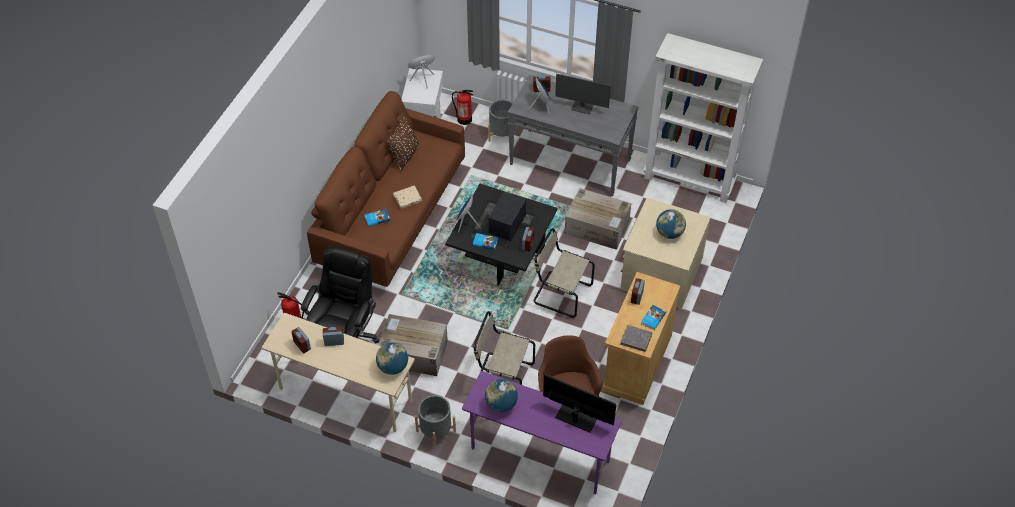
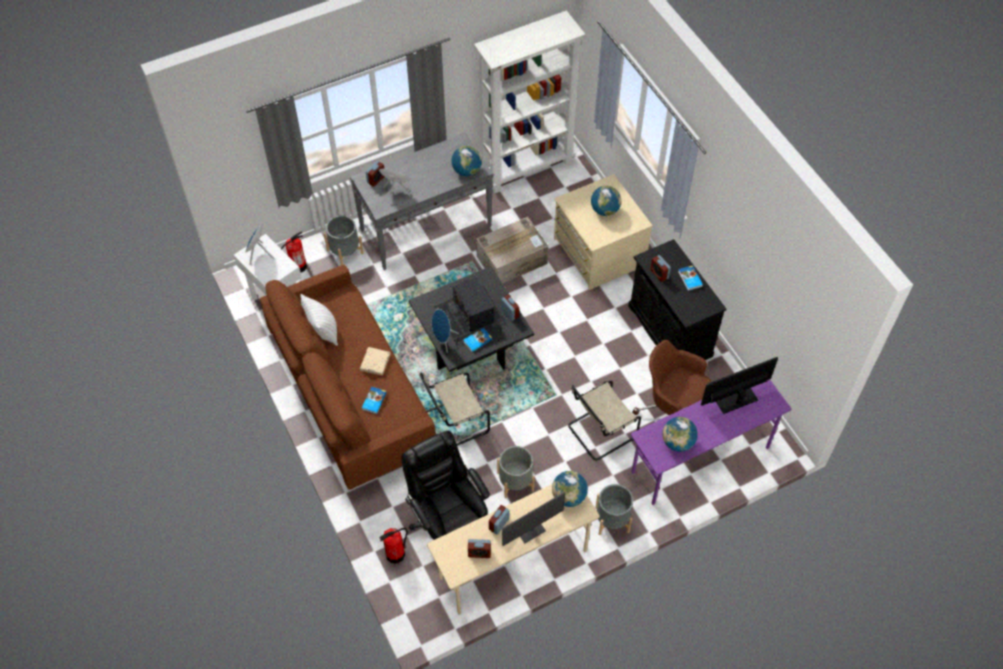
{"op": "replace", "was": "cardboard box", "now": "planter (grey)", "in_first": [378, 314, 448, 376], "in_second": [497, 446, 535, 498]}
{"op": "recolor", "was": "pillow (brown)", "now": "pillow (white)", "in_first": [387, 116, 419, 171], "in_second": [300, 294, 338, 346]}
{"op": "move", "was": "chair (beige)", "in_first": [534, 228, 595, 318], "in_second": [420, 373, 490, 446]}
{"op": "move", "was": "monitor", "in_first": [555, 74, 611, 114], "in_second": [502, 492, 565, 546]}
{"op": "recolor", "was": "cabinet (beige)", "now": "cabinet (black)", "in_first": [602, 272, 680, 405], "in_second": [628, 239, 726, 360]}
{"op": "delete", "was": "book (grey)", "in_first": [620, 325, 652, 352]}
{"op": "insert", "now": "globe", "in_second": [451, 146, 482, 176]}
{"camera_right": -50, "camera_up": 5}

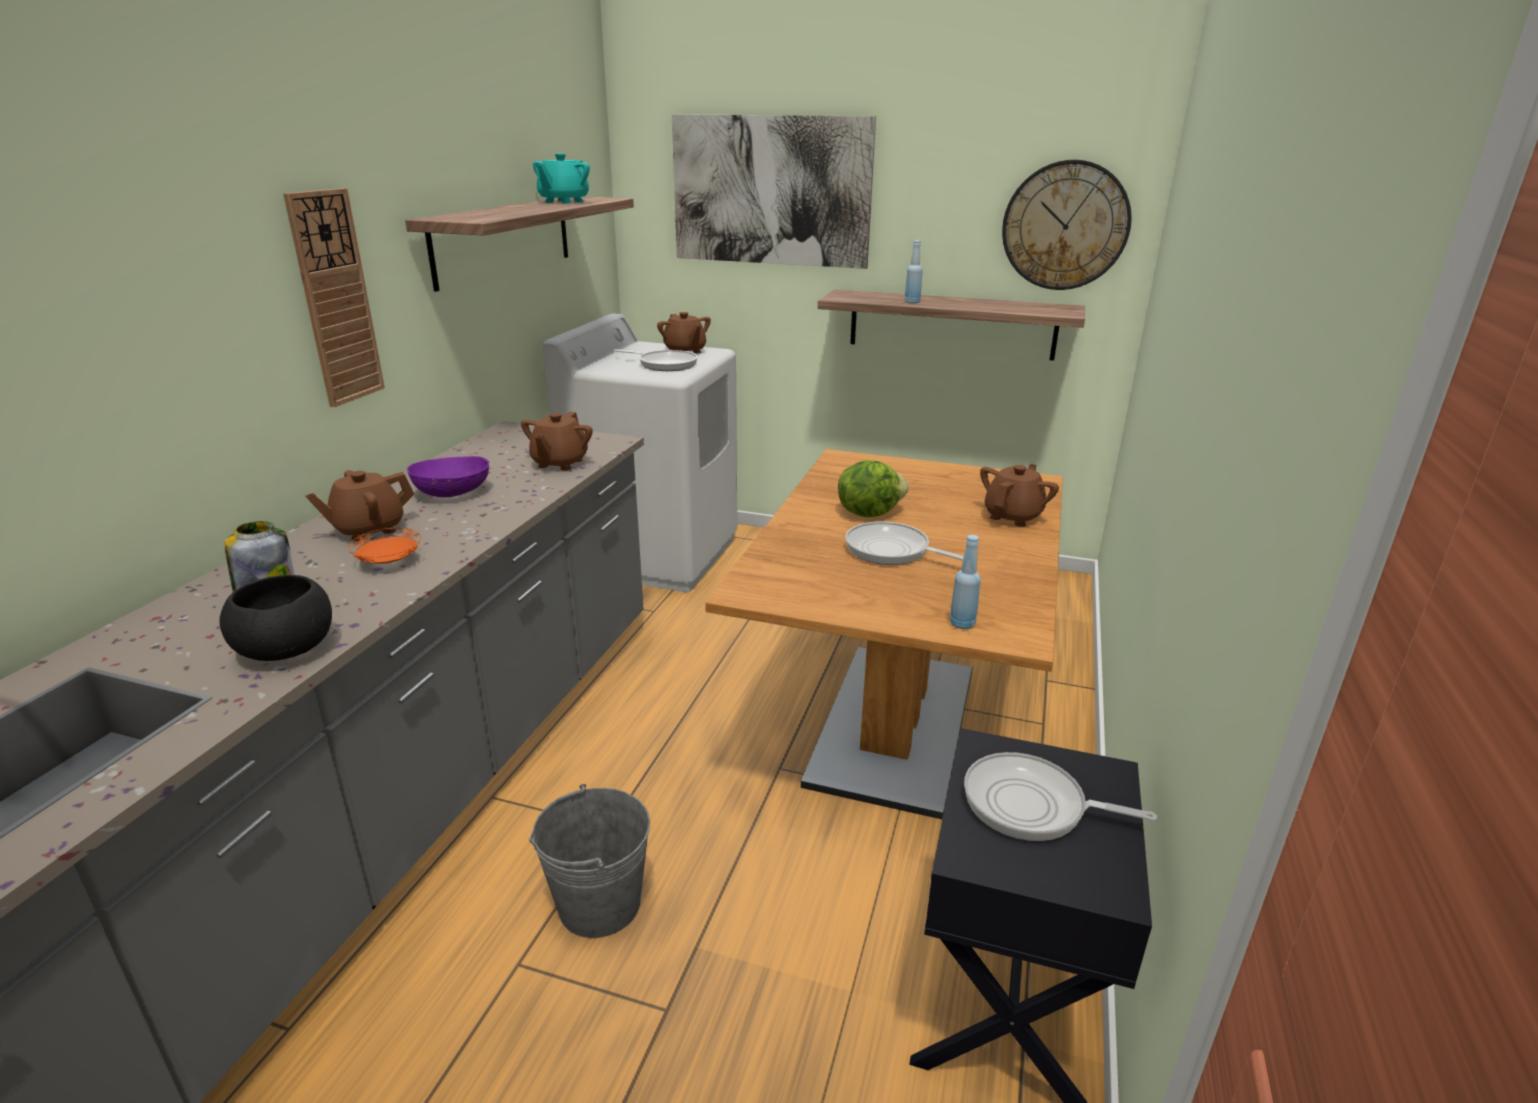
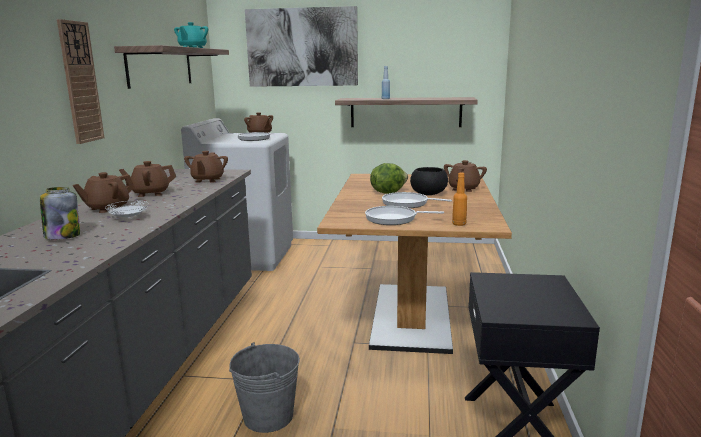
{"op": "move", "was": "bowl (black)", "in_first": [219, 575, 332, 661], "in_second": [410, 167, 448, 195]}
{"op": "recolor", "was": "plate (orange)", "now": "plate (white)", "in_first": [348, 528, 421, 564], "in_second": [105, 200, 148, 218]}
{"op": "replace", "was": "bowl (purple)", "now": "teapot (brown)", "in_first": [407, 456, 489, 497], "in_second": [119, 161, 176, 197]}
{"op": "recolor", "was": "bottle (blue)", "now": "bottle (orange)", "in_first": [950, 535, 981, 629], "in_second": [452, 173, 467, 226]}
{"op": "move", "was": "frying pan", "in_first": [964, 752, 1157, 841], "in_second": [365, 206, 444, 225]}
{"op": "delete", "was": "wall clock", "in_first": [1002, 160, 1132, 290]}
{"camera_right": -10, "camera_up": -10}

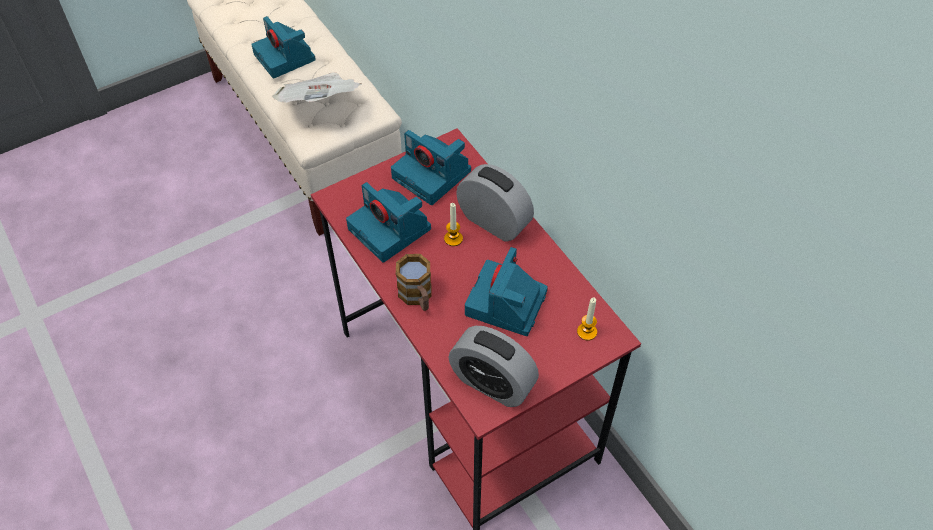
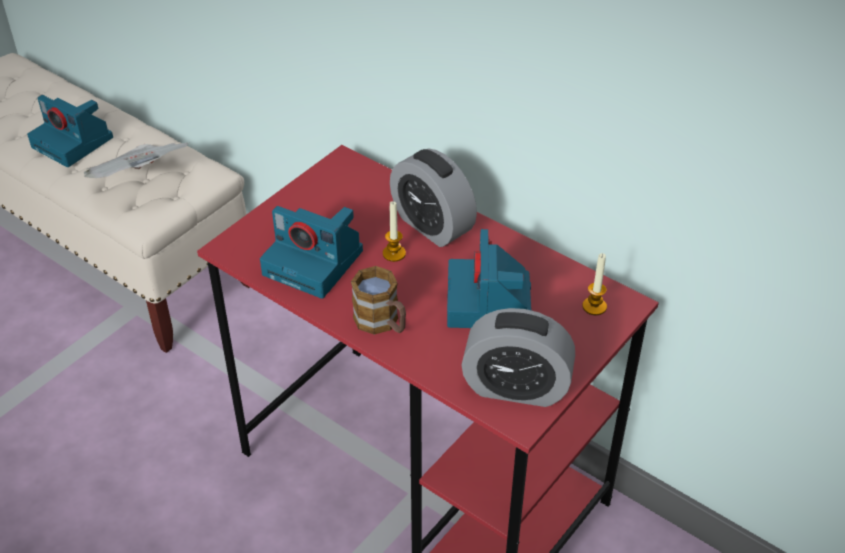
{"op": "delete", "was": "photo camera", "in_first": [391, 130, 471, 205]}
{"op": "rotate", "was": "alarm clock", "in_first": [456, 164, 534, 241], "in_second": [390, 148, 477, 247], "clockwise": -150}
{"camera_right": -20, "camera_up": -10}

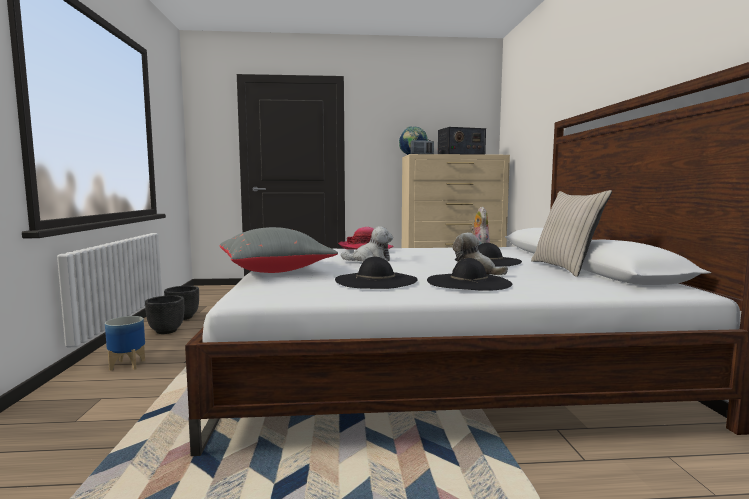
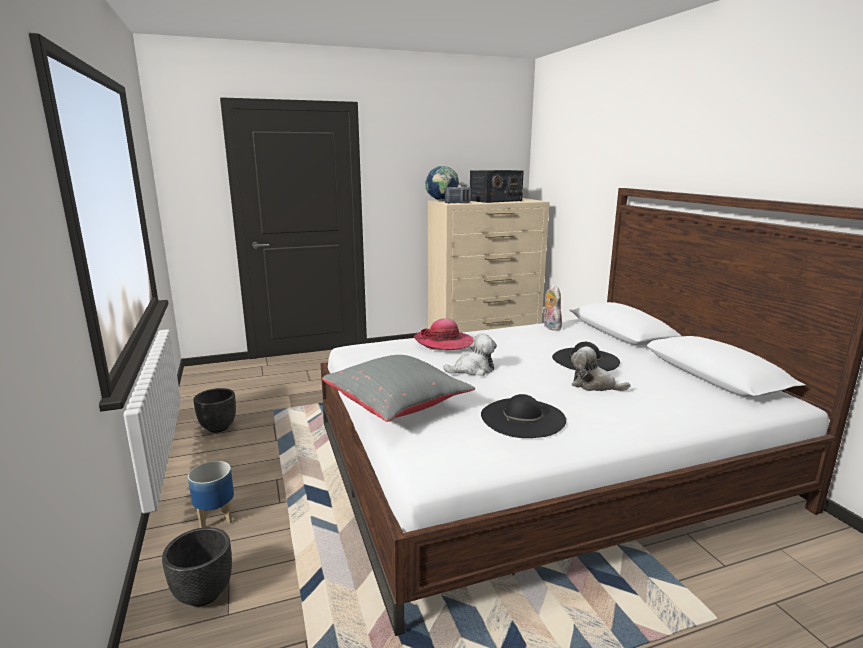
{"op": "move", "was": "planter (black)", "in_first": [145, 295, 184, 334], "in_second": [162, 527, 232, 607]}
{"op": "delete", "was": "hat (black)", "in_first": [427, 258, 512, 291]}
{"op": "delete", "was": "pillow (beige)", "in_first": [531, 190, 612, 277]}
{"camera_right": -15, "camera_up": 10}

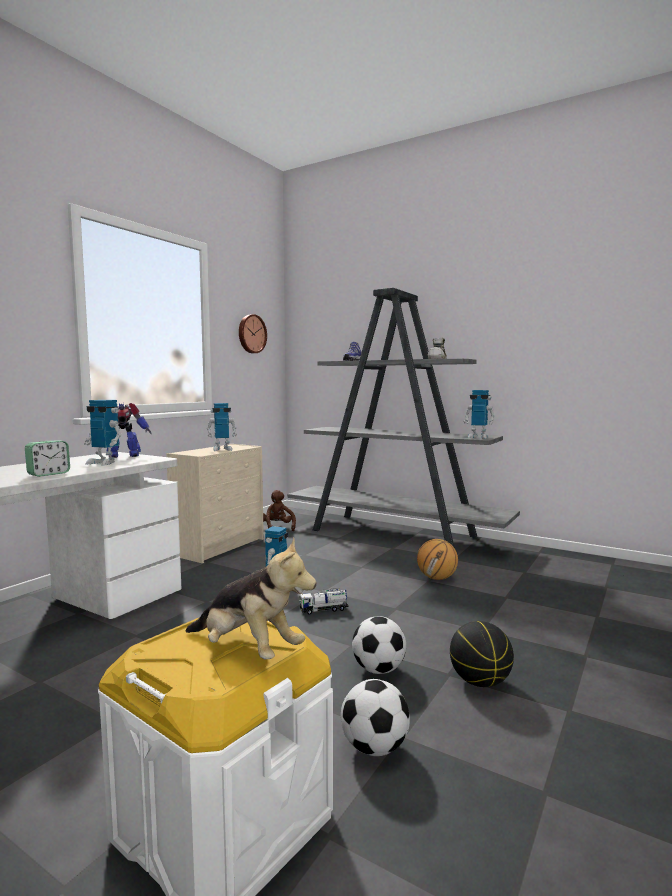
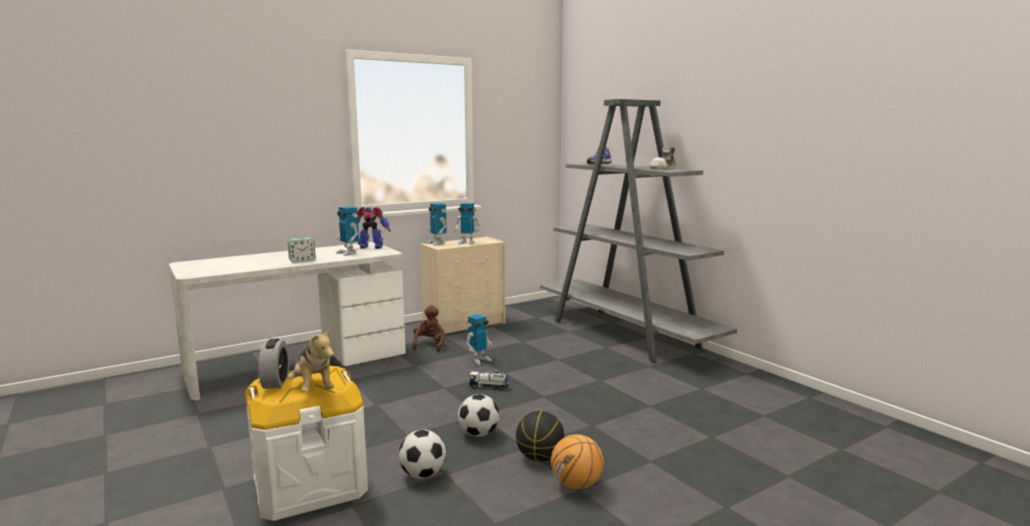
{"op": "delete", "was": "wall clock", "in_first": [239, 314, 267, 353]}
{"op": "move", "was": "plush toy (brown)", "in_first": [263, 490, 296, 531], "in_second": [413, 305, 445, 352]}
{"op": "move", "was": "basketball", "in_first": [417, 539, 458, 580], "in_second": [551, 434, 604, 490]}
{"op": "move", "was": "toy robot", "in_first": [464, 390, 495, 439], "in_second": [426, 203, 447, 246]}
{"op": "insert", "now": "alarm clock", "in_second": [259, 338, 289, 389]}
{"camera_right": 25, "camera_up": 5}

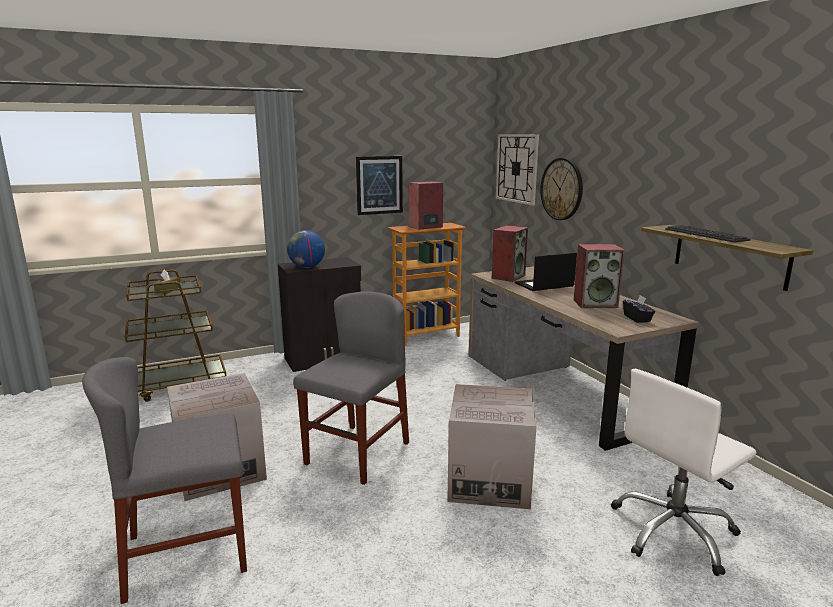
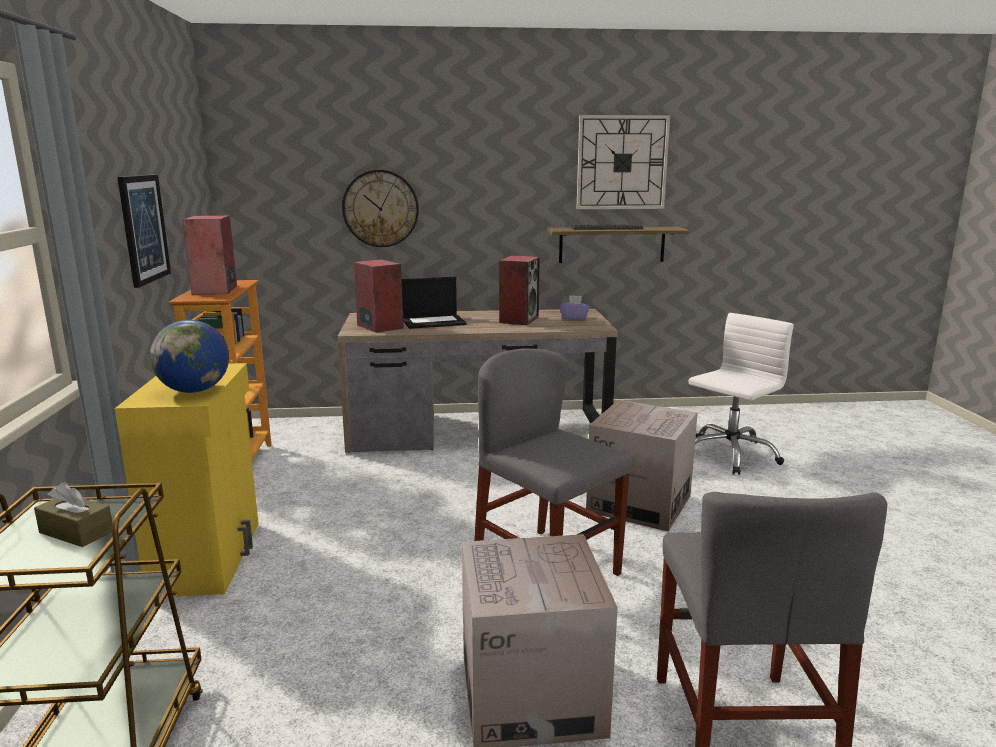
{"op": "recolor", "was": "cabinet (black)", "now": "cabinet (yellow)", "in_first": [278, 257, 361, 372], "in_second": [115, 363, 259, 597]}
{"op": "move", "was": "wall clock", "in_first": [496, 134, 539, 206], "in_second": [576, 115, 670, 209]}
{"op": "rotate", "was": "laptop", "in_first": [515, 252, 577, 291], "in_second": [402, 277, 467, 329], "clockwise": -105}
{"op": "rotate", "was": "office chair (white)", "in_first": [611, 369, 756, 576], "in_second": [689, 313, 794, 475], "clockwise": -120}
{"op": "recolor", "was": "tissue box (black)", "now": "tissue box (purple)", "in_first": [623, 295, 655, 323], "in_second": [560, 295, 590, 320]}
{"camera_right": -70, "camera_up": 0}

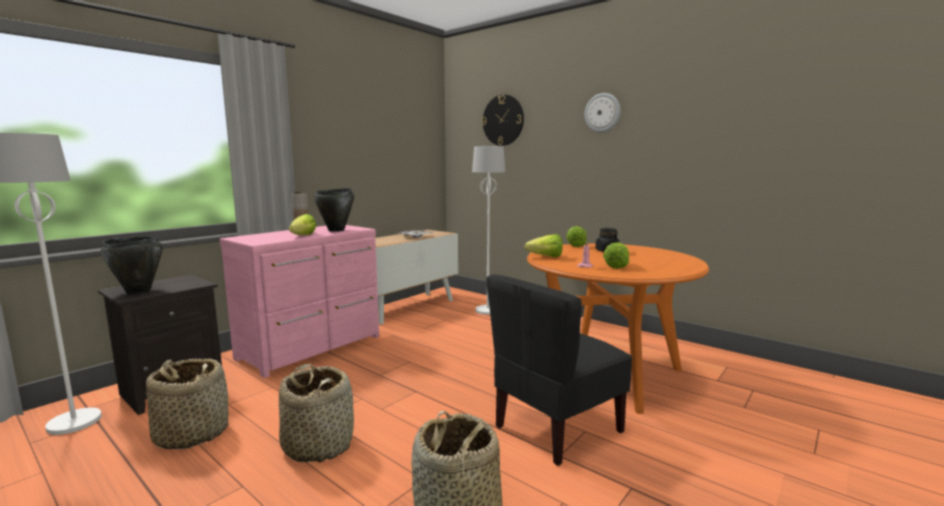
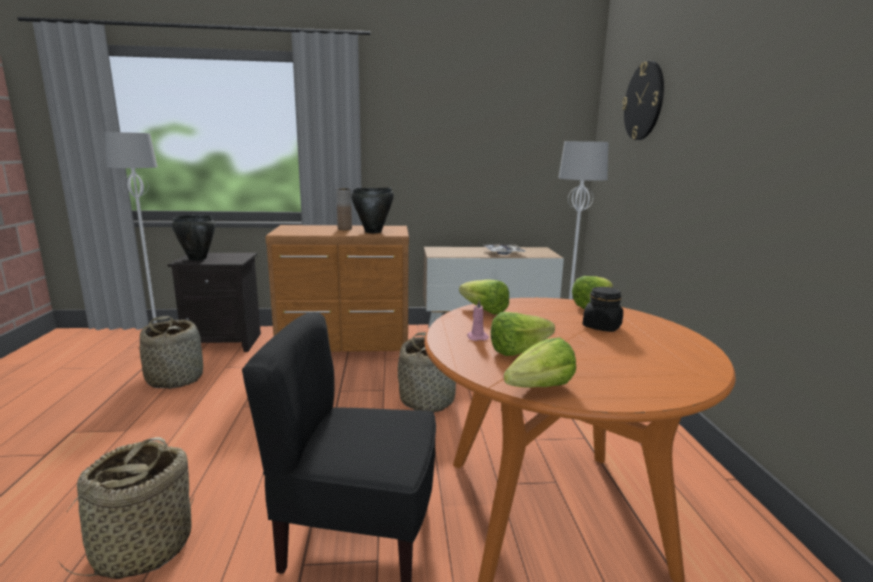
{"op": "recolor", "was": "dresser (pink)", "now": "dresser (brown)", "in_first": [220, 225, 379, 378], "in_second": [265, 225, 409, 352]}
{"op": "move", "was": "basket", "in_first": [279, 364, 354, 462], "in_second": [398, 332, 456, 412]}
{"op": "move", "was": "lettuce", "in_first": [289, 214, 316, 235], "in_second": [504, 337, 576, 388]}
{"op": "delete", "was": "wall clock", "in_first": [585, 93, 621, 132]}
{"camera_right": 45, "camera_up": 5}

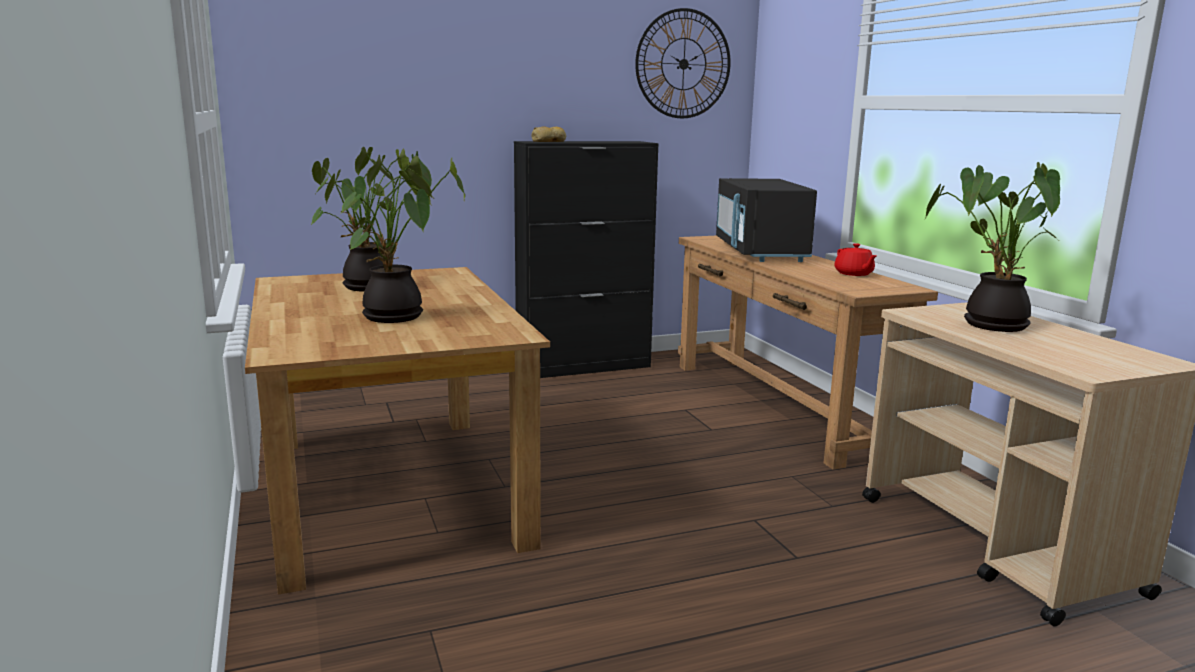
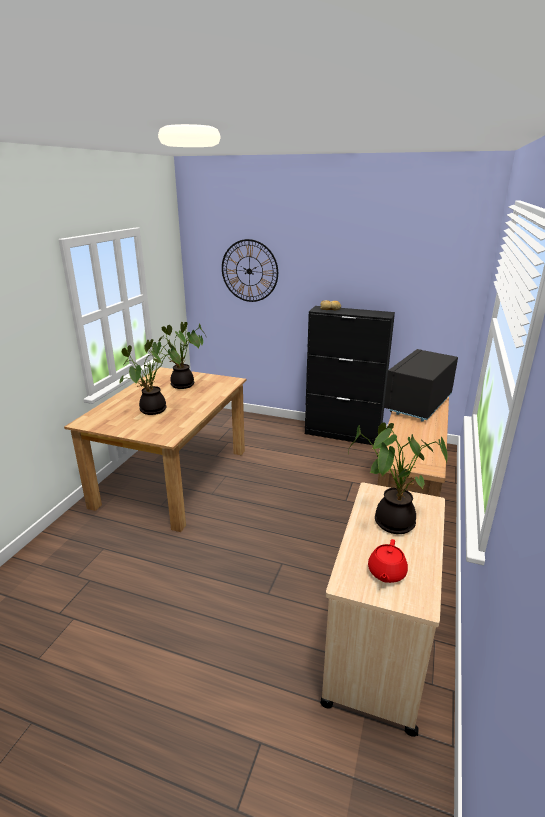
{"op": "move", "was": "wall clock", "in_first": [635, 8, 731, 118], "in_second": [222, 239, 278, 302]}
{"op": "move", "was": "teapot (red)", "in_first": [834, 243, 876, 276], "in_second": [368, 539, 408, 583]}
{"camera_right": 40, "camera_up": 10}

